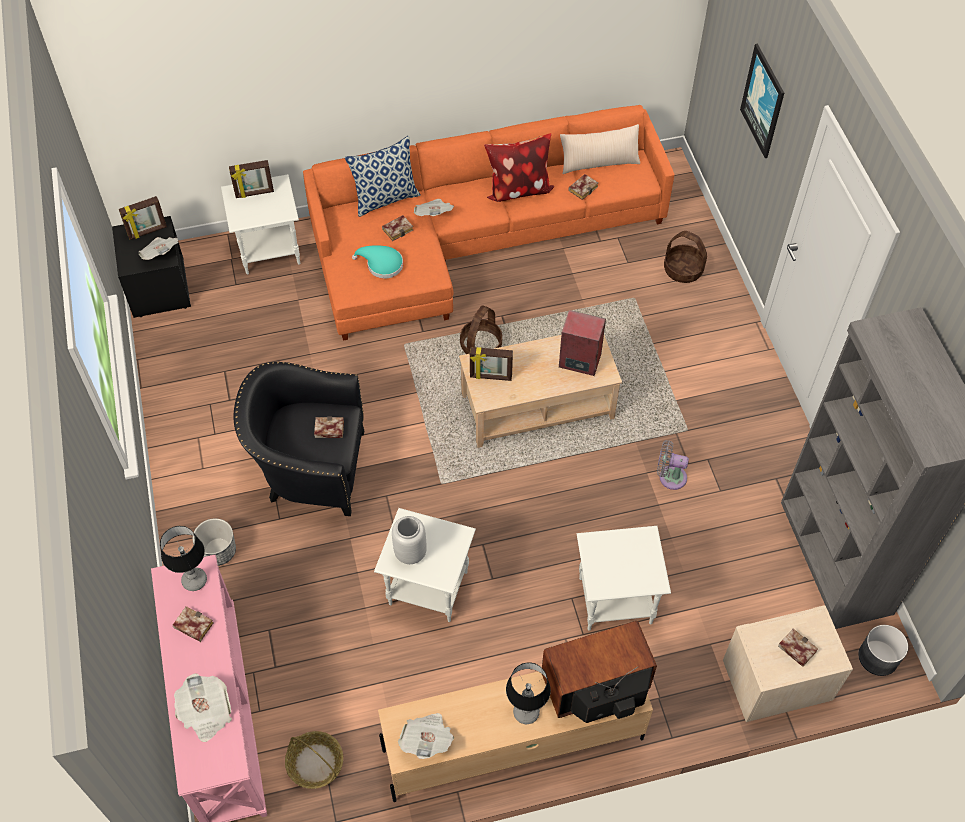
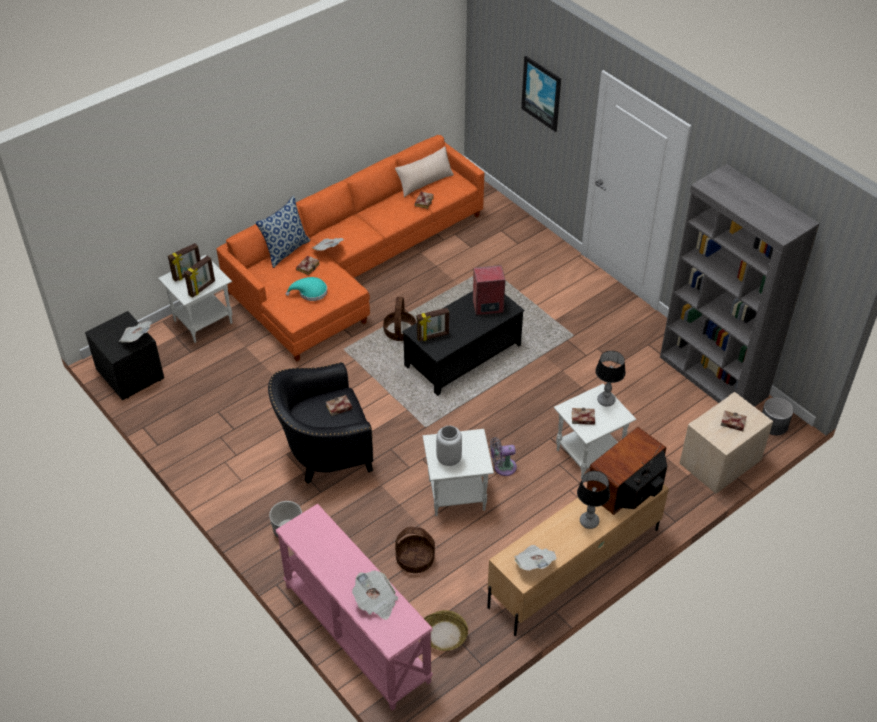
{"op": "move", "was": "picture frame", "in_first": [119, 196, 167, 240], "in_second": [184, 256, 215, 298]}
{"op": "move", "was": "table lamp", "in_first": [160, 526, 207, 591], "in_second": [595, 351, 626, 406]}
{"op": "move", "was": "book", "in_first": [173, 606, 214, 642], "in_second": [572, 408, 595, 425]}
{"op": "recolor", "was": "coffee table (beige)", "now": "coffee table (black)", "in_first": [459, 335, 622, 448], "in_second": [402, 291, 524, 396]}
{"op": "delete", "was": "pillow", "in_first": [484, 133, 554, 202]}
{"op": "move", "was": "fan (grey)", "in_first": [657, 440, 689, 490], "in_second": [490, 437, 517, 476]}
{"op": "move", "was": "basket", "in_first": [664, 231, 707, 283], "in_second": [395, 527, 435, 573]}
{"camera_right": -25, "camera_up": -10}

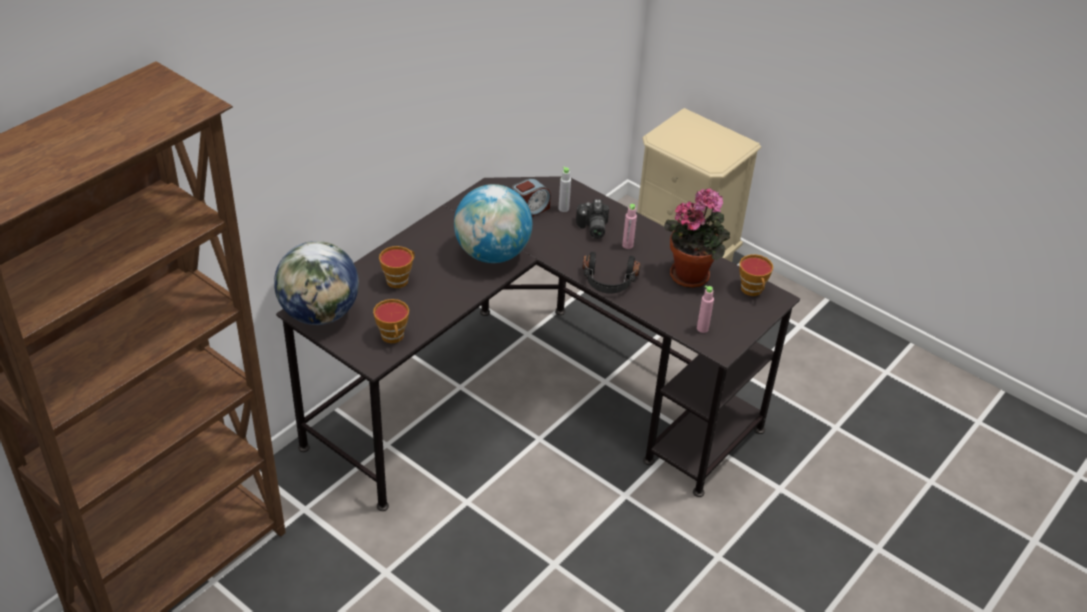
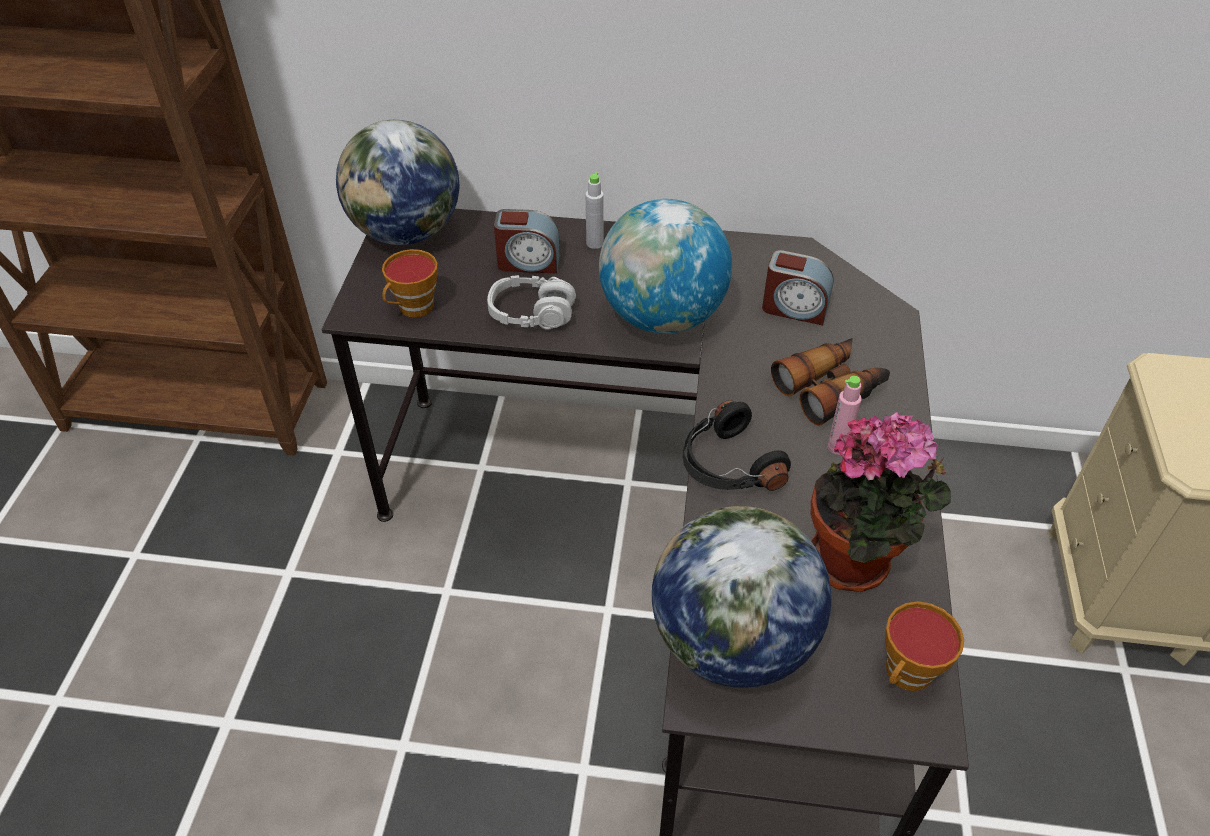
{"op": "replace", "was": "cup", "now": "alarm clock", "in_first": [379, 246, 415, 288], "in_second": [494, 209, 560, 273]}
{"op": "move", "was": "bottle (grey)", "in_first": [558, 167, 571, 212], "in_second": [586, 172, 604, 249]}
{"op": "replace", "was": "photo camera", "now": "binoculars", "in_first": [576, 199, 609, 239], "in_second": [771, 338, 890, 425]}
{"op": "replace", "was": "bottle (pink)", "now": "globe", "in_first": [697, 286, 714, 333], "in_second": [652, 506, 832, 688]}
{"op": "insert", "now": "headphones (grey)", "in_second": [487, 275, 576, 329]}
{"camera_right": 60, "camera_up": 5}

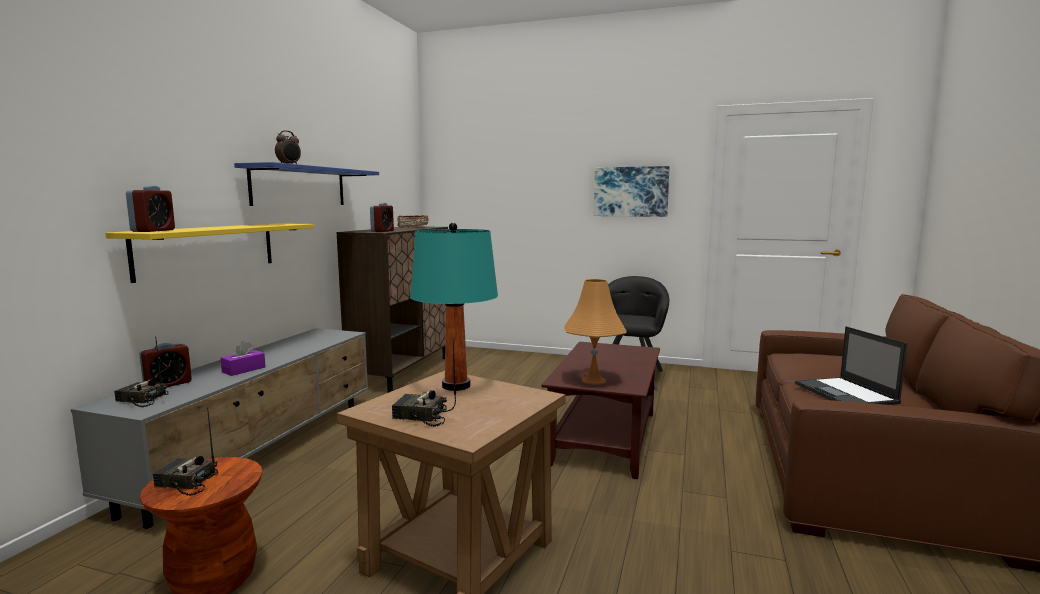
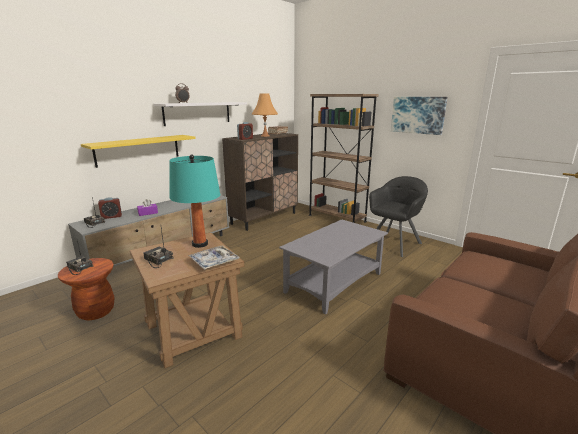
{"op": "delete", "was": "alarm clock", "in_first": [126, 186, 175, 232]}
{"op": "recolor", "was": "shelf (blue)", "now": "shelf (white)", "in_first": [234, 162, 379, 206], "in_second": [153, 102, 247, 126]}
{"op": "recolor", "was": "coffee table (brown)", "now": "coffee table (grey)", "in_first": [541, 342, 660, 479], "in_second": [279, 219, 388, 315]}
{"op": "move", "was": "table lamp (orange)", "in_first": [564, 279, 627, 385], "in_second": [252, 94, 278, 137]}
{"op": "delete", "was": "laptop", "in_first": [795, 326, 907, 405]}
{"op": "insert", "now": "tray", "in_second": [188, 245, 240, 270]}
{"op": "insert", "now": "bookcase (brown)", "in_second": [309, 94, 378, 223]}
{"camera_right": 25, "camera_up": 10}

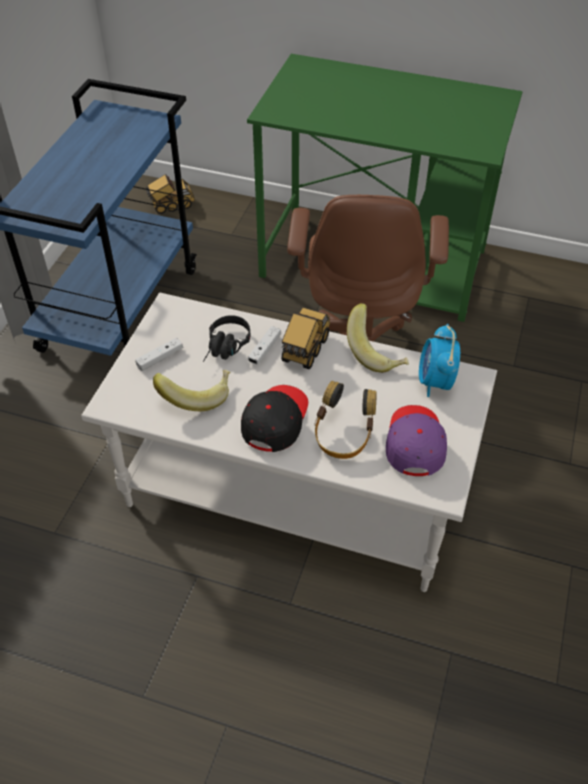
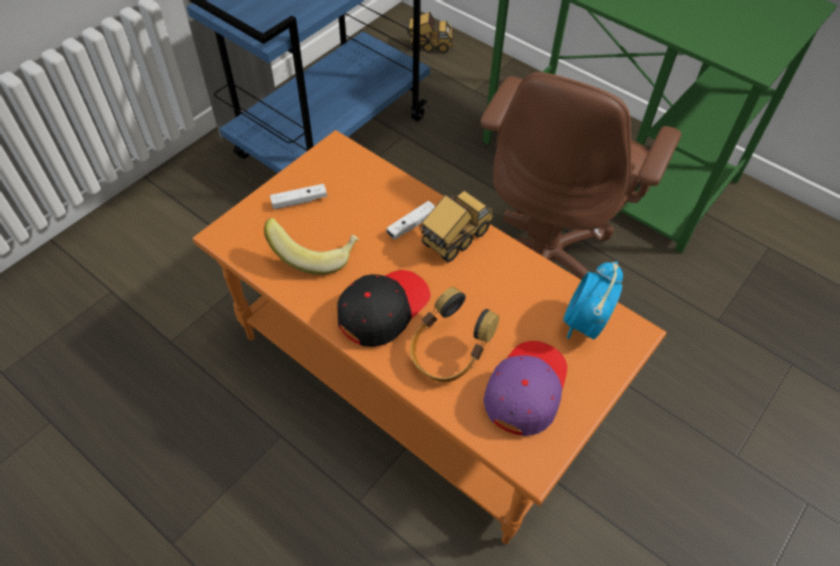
{"op": "recolor", "was": "coffee table (white)", "now": "coffee table (orange)", "in_first": [81, 293, 497, 592], "in_second": [192, 130, 667, 544]}
{"op": "delete", "was": "headphones (black)", "in_first": [203, 315, 251, 362]}
{"op": "delete", "was": "banana", "in_first": [347, 303, 409, 373]}
{"camera_right": 20, "camera_up": 5}

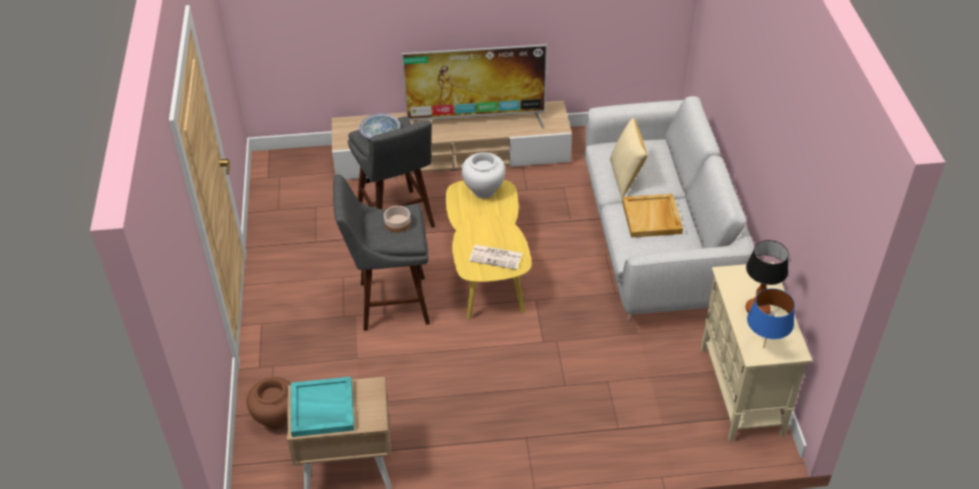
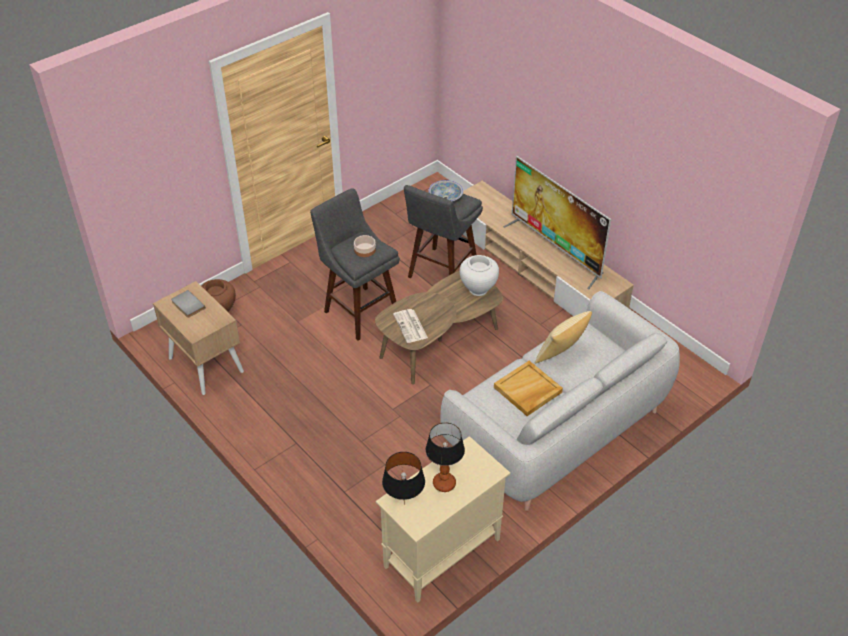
{"op": "replace", "was": "tray (turquoise)", "now": "book (grey)", "in_first": [291, 377, 354, 437], "in_second": [171, 290, 206, 318]}
{"op": "recolor", "was": "coffee table (yellow)", "now": "coffee table (brown)", "in_first": [446, 180, 532, 319], "in_second": [375, 271, 503, 384]}
{"op": "recolor", "was": "table lamp (blue)", "now": "table lamp (black)", "in_first": [747, 288, 795, 346], "in_second": [382, 452, 425, 505]}
{"camera_right": 55, "camera_up": 0}

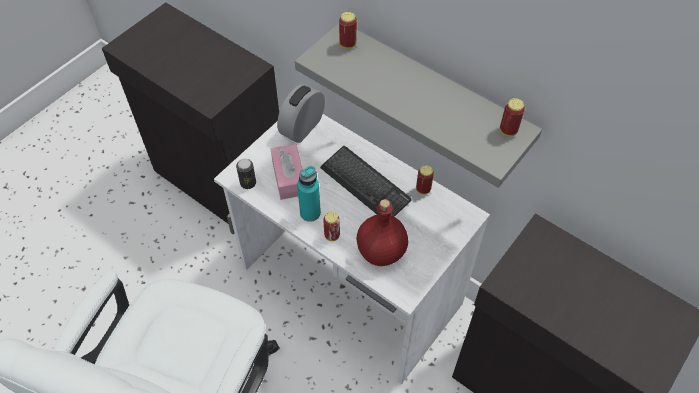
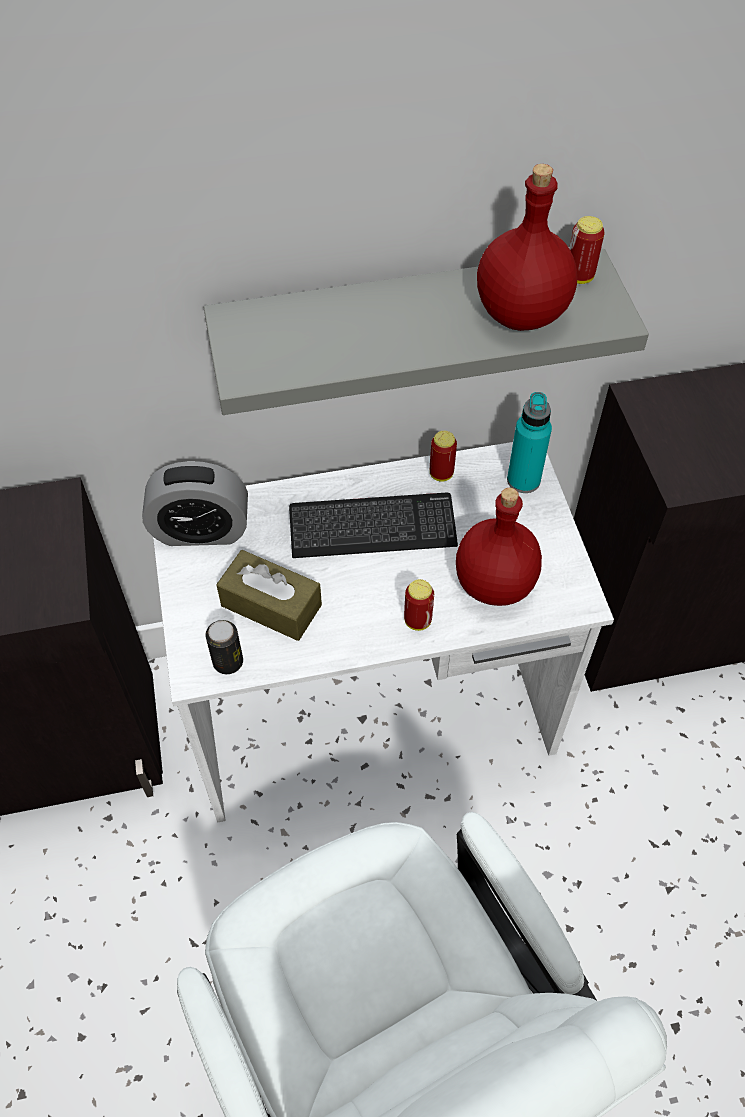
{"op": "recolor", "was": "tissue box (pink)", "now": "tissue box (brown)", "in_first": [271, 144, 303, 200], "in_second": [216, 550, 322, 641]}
{"op": "rotate", "was": "alarm clock", "in_first": [277, 84, 325, 143], "in_second": [142, 461, 248, 546], "clockwise": -75}
{"op": "move", "was": "bottle (turquoise)", "in_first": [297, 166, 321, 222], "in_second": [507, 392, 552, 493]}
{"op": "delete", "was": "can", "in_first": [339, 12, 357, 49]}
{"op": "insert", "now": "bottle (red)", "in_second": [477, 164, 577, 331]}
{"camera_right": -50, "camera_up": 0}

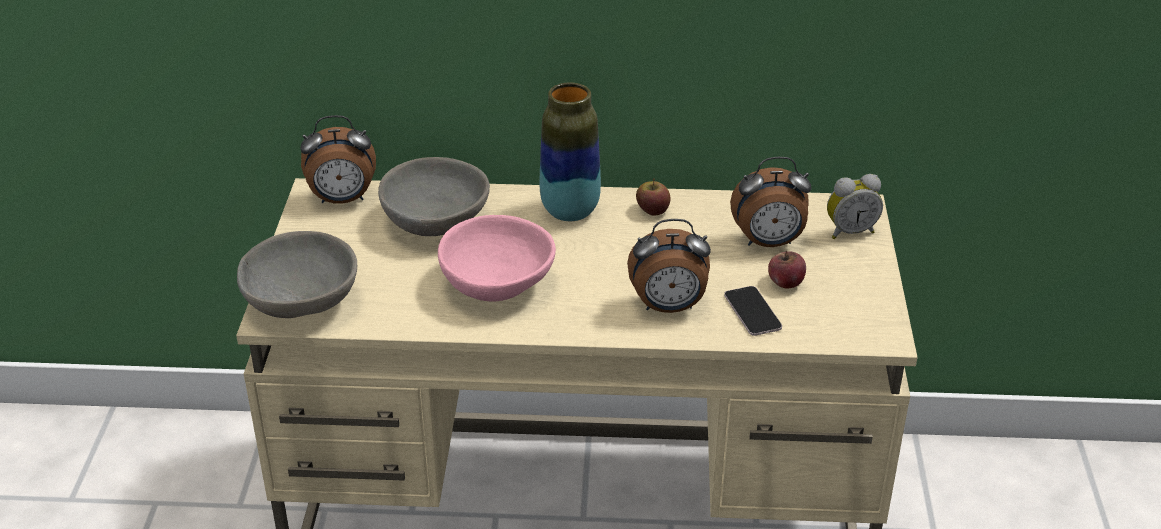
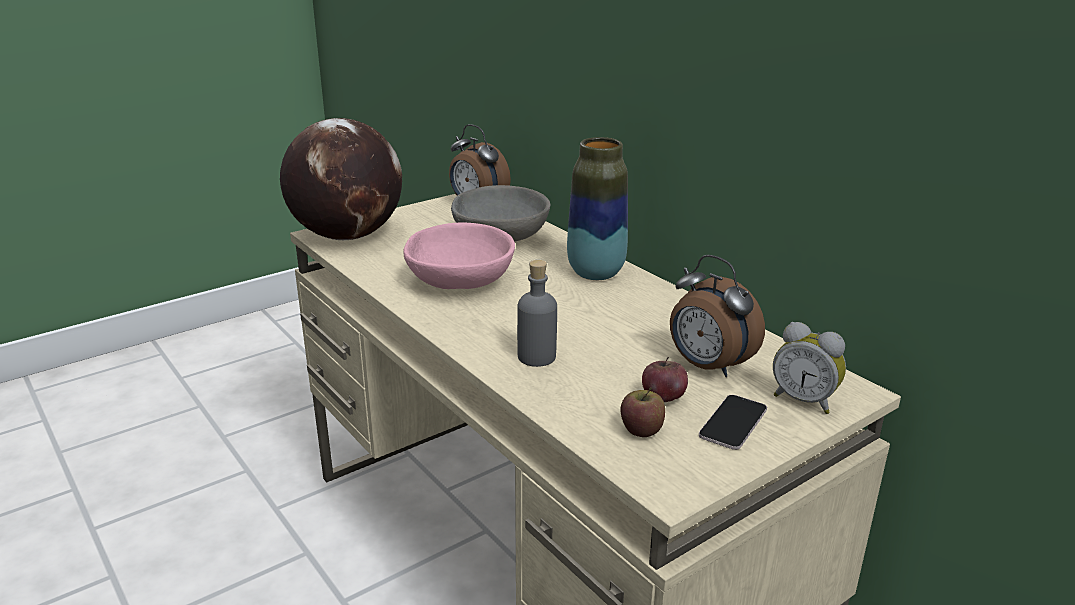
{"op": "replace", "was": "bowl (grey)", "now": "globe", "in_first": [237, 231, 357, 318], "in_second": [280, 118, 402, 240]}
{"op": "replace", "was": "alarm clock", "now": "bottle (grey)", "in_first": [627, 219, 711, 313], "in_second": [517, 260, 557, 367]}
{"op": "move", "was": "apple", "in_first": [636, 178, 670, 216], "in_second": [620, 388, 665, 437]}
{"op": "move", "was": "phone", "in_first": [724, 286, 782, 336], "in_second": [699, 395, 767, 450]}
{"camera_right": 50, "camera_up": -10}

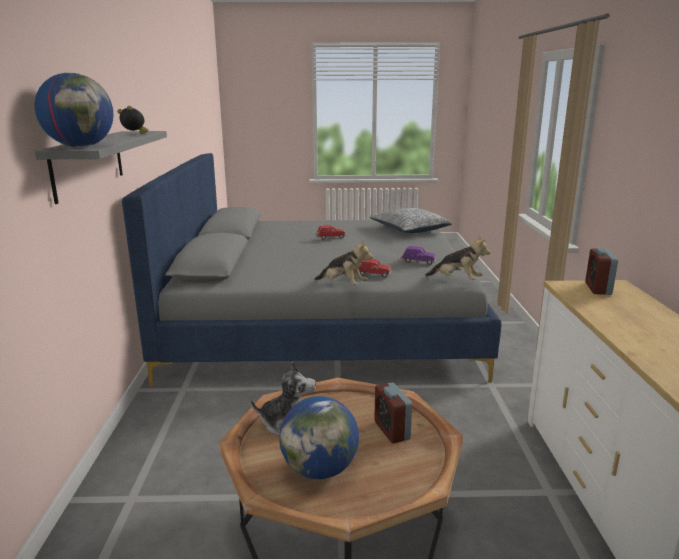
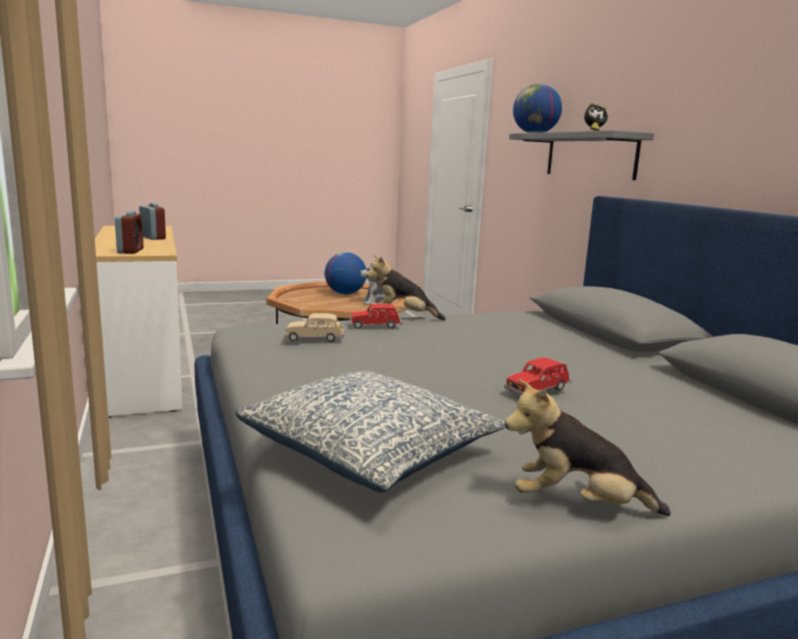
{"op": "move", "was": "alarm clock", "in_first": [374, 382, 412, 443], "in_second": [139, 203, 166, 240]}
{"op": "recolor", "was": "toy car (purple)", "now": "toy car (beige)", "in_first": [401, 246, 436, 265], "in_second": [285, 313, 344, 342]}
{"op": "move", "was": "plush toy", "in_first": [425, 235, 491, 280], "in_second": [505, 379, 671, 516]}
{"camera_right": 160, "camera_up": -5}

